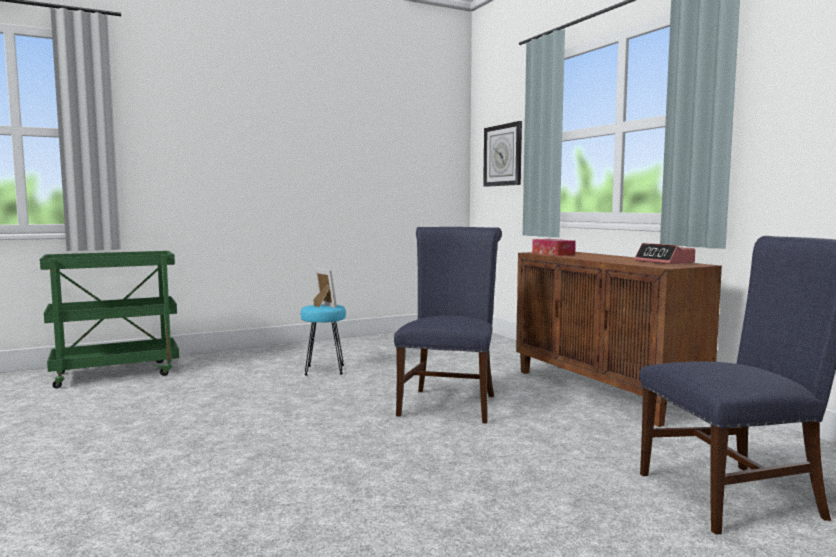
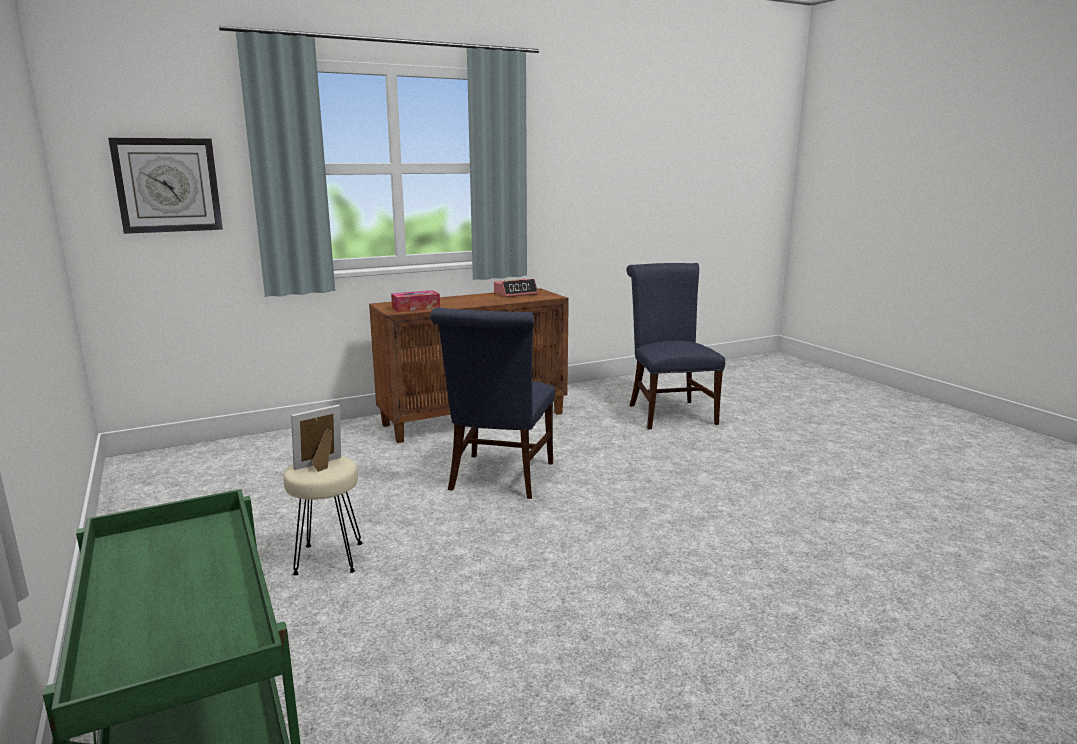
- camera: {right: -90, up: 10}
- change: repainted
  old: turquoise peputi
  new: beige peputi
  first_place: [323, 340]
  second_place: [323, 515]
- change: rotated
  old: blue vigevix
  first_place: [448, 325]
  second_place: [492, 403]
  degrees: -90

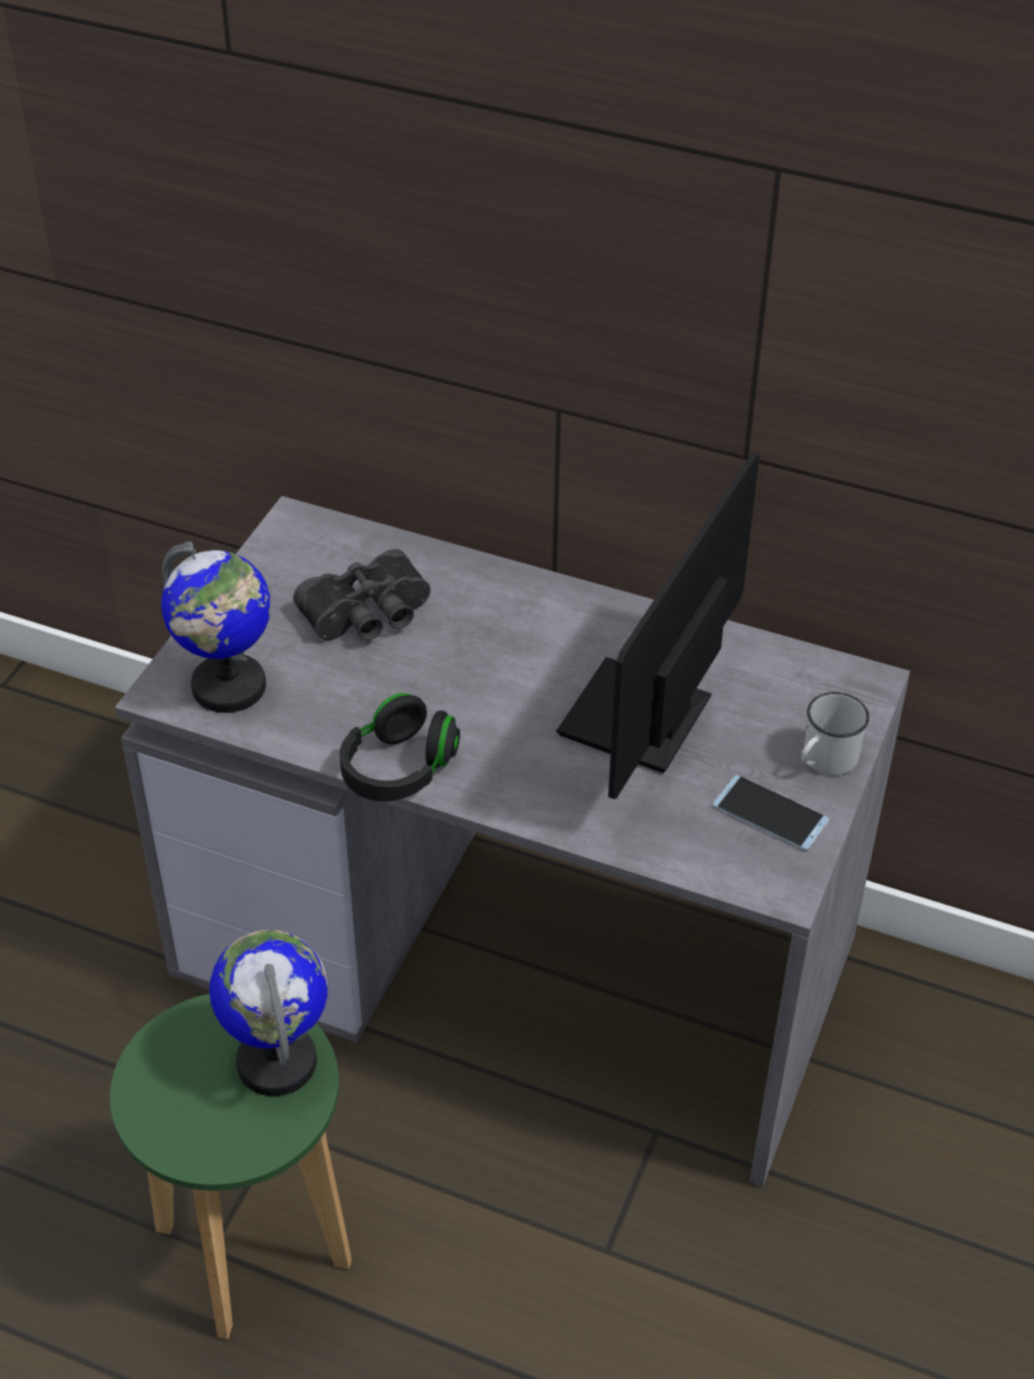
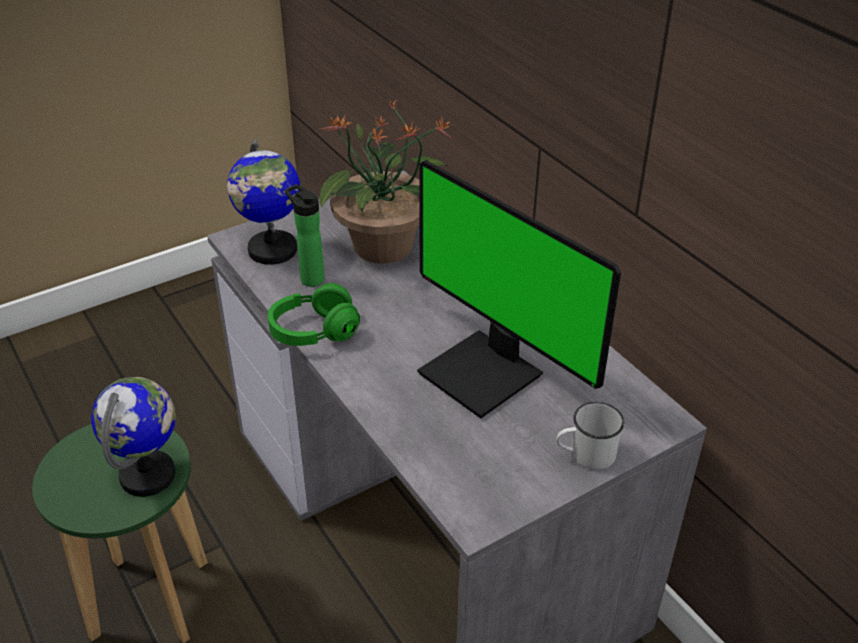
- camera: {right: 35, up: -5}
- change: swapped
  old: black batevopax
  new: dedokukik
  first_place: [362, 595]
  second_place: [386, 181]
- change: repainted
  old: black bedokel
  new: green bedokel
  first_place: [400, 747]
  second_place: [314, 314]
- change: rotated
  old: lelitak
  first_place: [658, 626]
  second_place: [519, 289]
  degrees: -105
- change: gone
  old: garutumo
  first_place: [770, 812]
- change: new
  new: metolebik
  second_place: [304, 235]

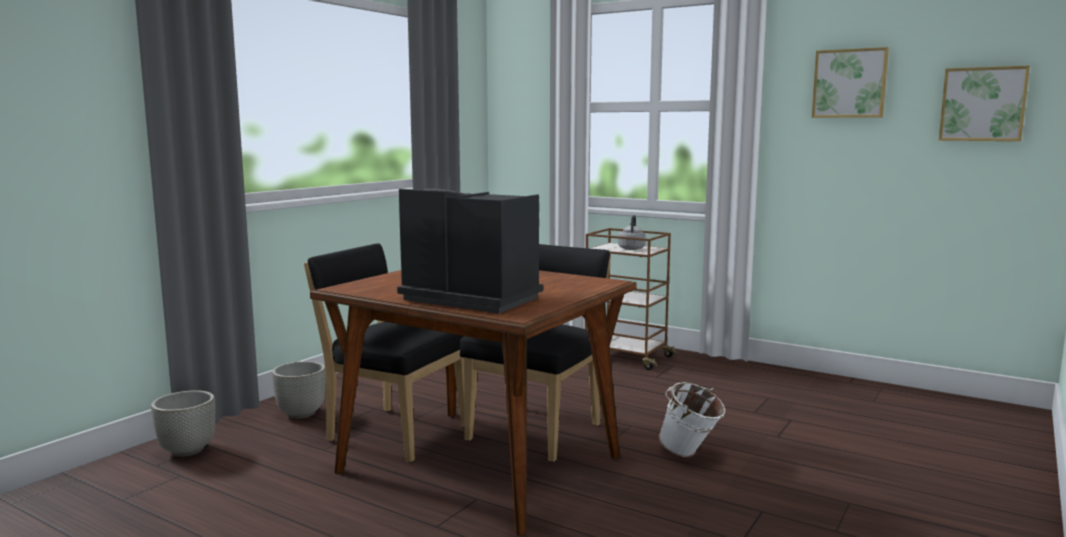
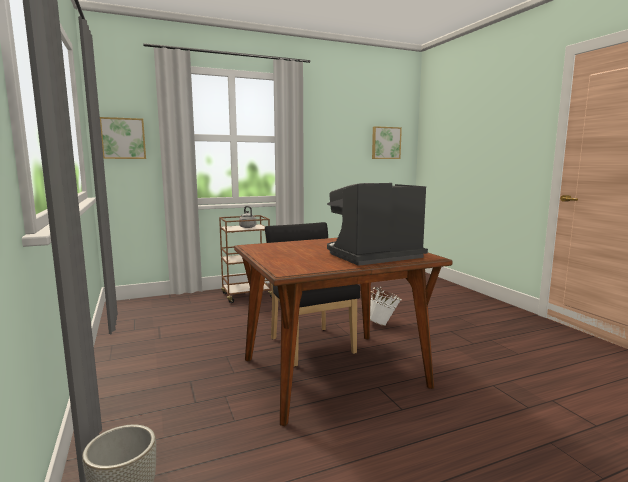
- camera: {right: -55, up: 0}
- change: gone
  old: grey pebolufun
  first_place: [299, 390]
- change: gone
  old: black vigevix
  first_place: [384, 353]
- change: shifted
  old: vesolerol
  first_place: [850, 82]
  second_place: [123, 138]

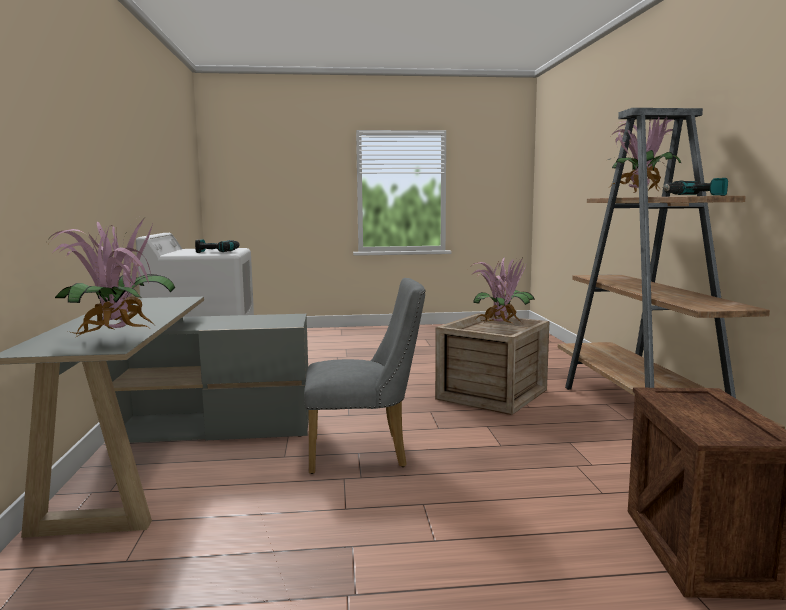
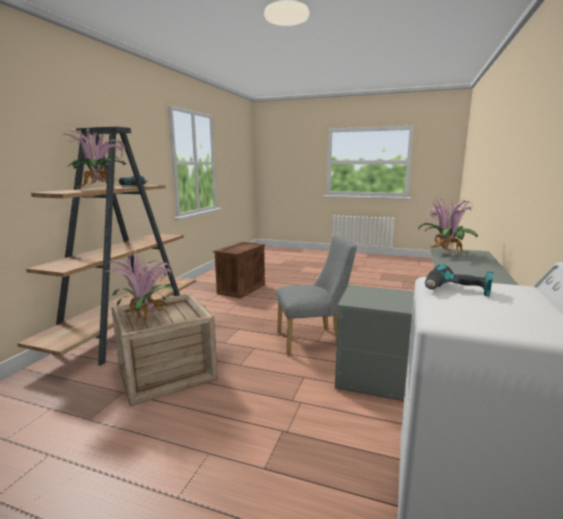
- camera: {right: -155, up: 5}
- change: rotated
  old: grey vigevix
  first_place: [364, 376]
  second_place: [316, 295]
  degrees: 150

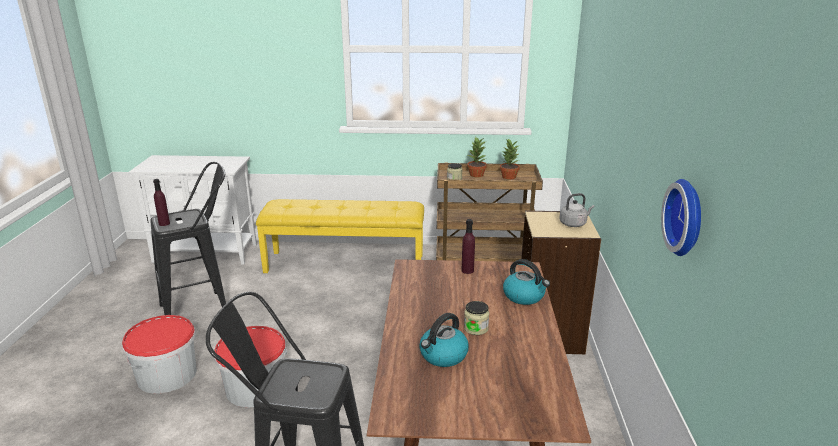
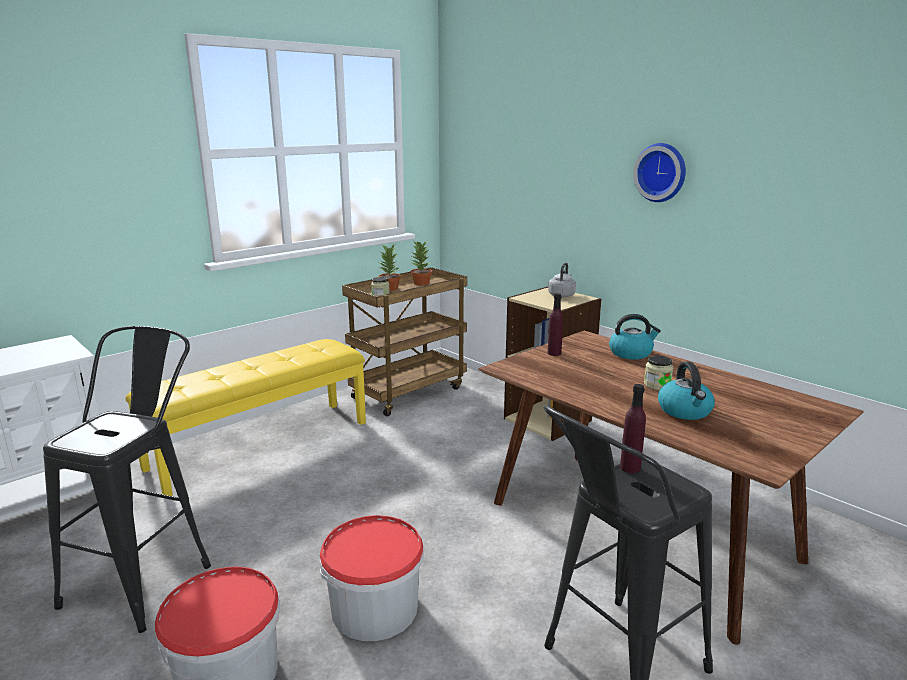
- camera: {right: -45, up: -5}
- change: shifted
  old: purple metolebik
  first_place: [161, 202]
  second_place: [633, 428]
- change: shifted
  old: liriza
  first_place: [681, 217]
  second_place: [659, 172]

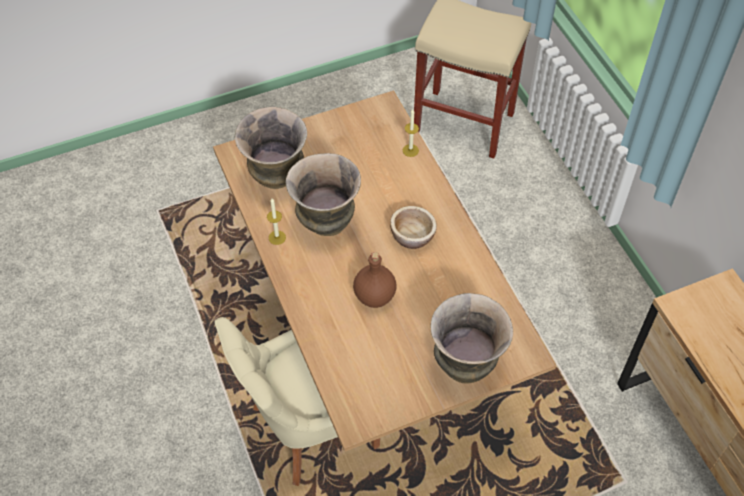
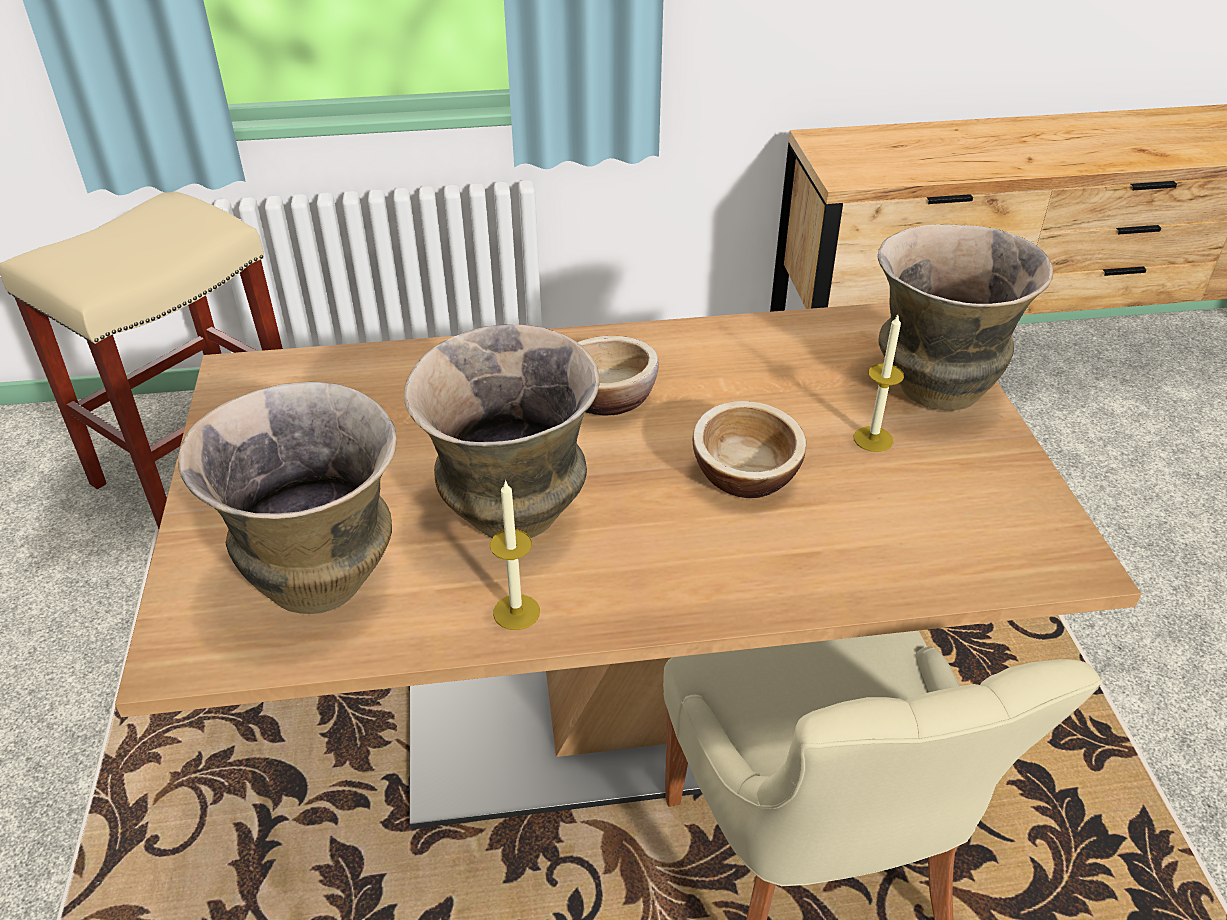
- camera: {right: -75, up: -15}
- change: swapped
  old: brown metolebik
  new: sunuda
  first_place: [375, 280]
  second_place: [750, 449]
- change: shifted
  old: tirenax
  first_place: [411, 133]
  second_place: [878, 383]

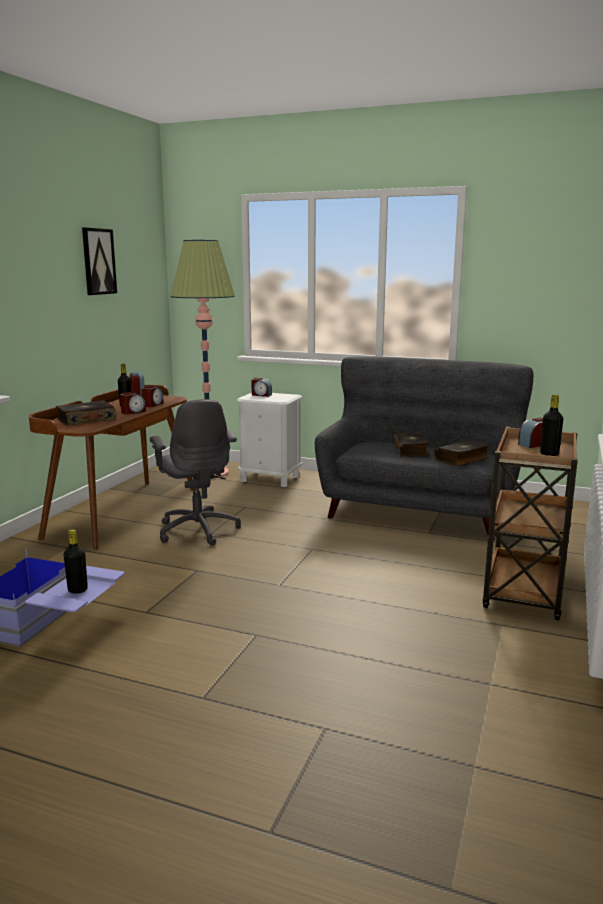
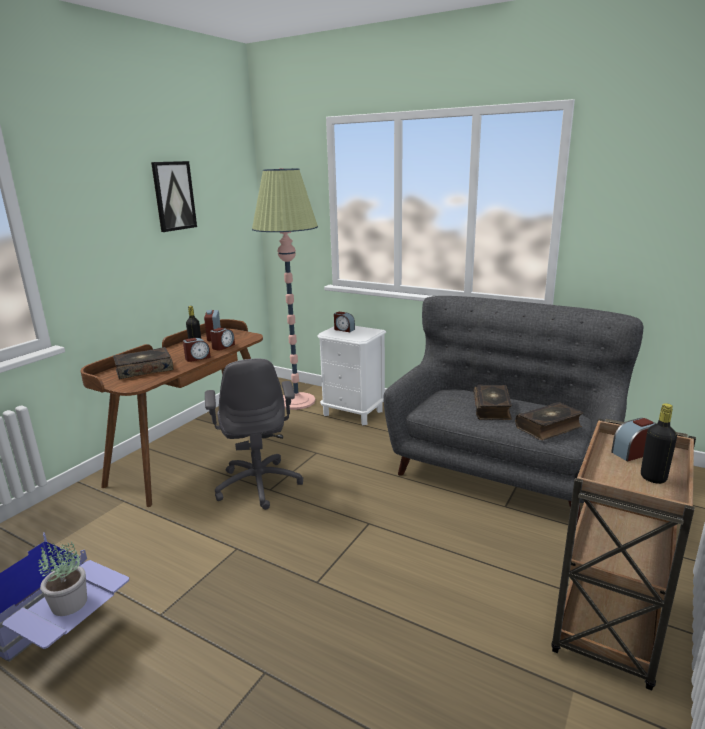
- camera: {right: 10, up: 5}
- change: swapped
  old: black metolebik
  new: dedokukik
  first_place: [76, 562]
  second_place: [62, 578]

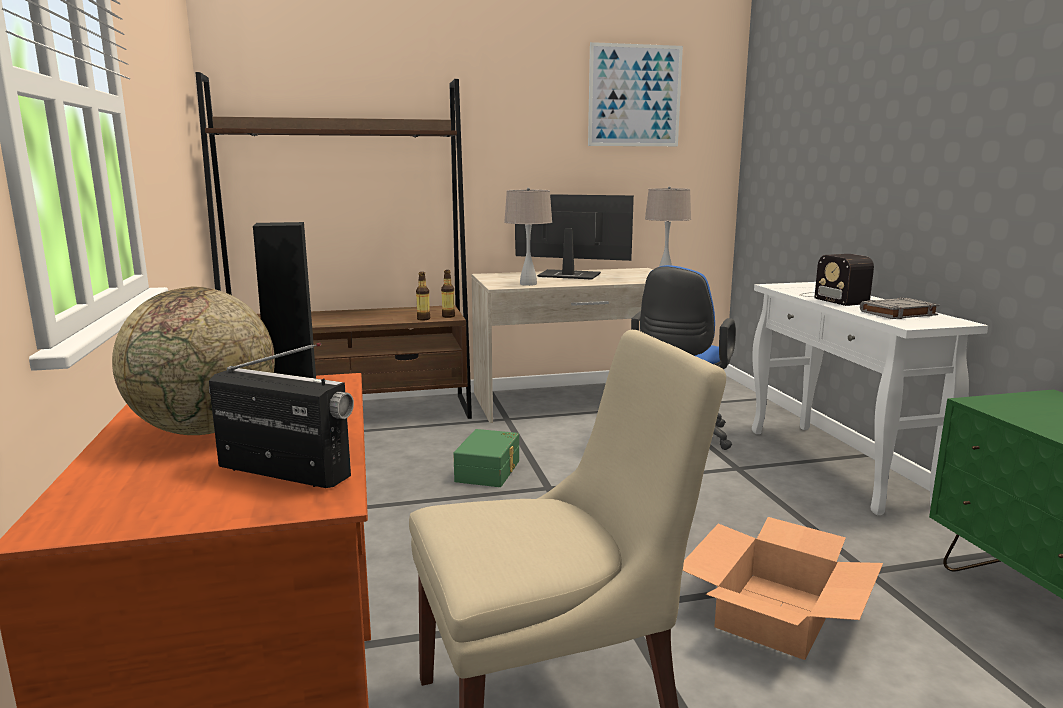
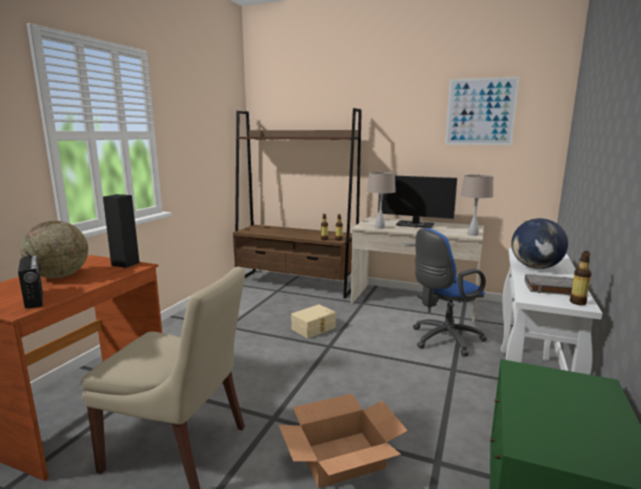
- camera: {right: 35, up: 0}
- change: repainted
  old: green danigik
  new: beige danigik
  first_place: [486, 458]
  second_place: [313, 321]
- change: rotated
  old: lelitak
  first_place: [574, 237]
  second_place: [417, 202]
  degrees: 150
- change: swapped
  old: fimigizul
  new: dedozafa
  first_place: [837, 280]
  second_place: [539, 243]
- change: new
  new: metolebik
  second_place: [580, 278]

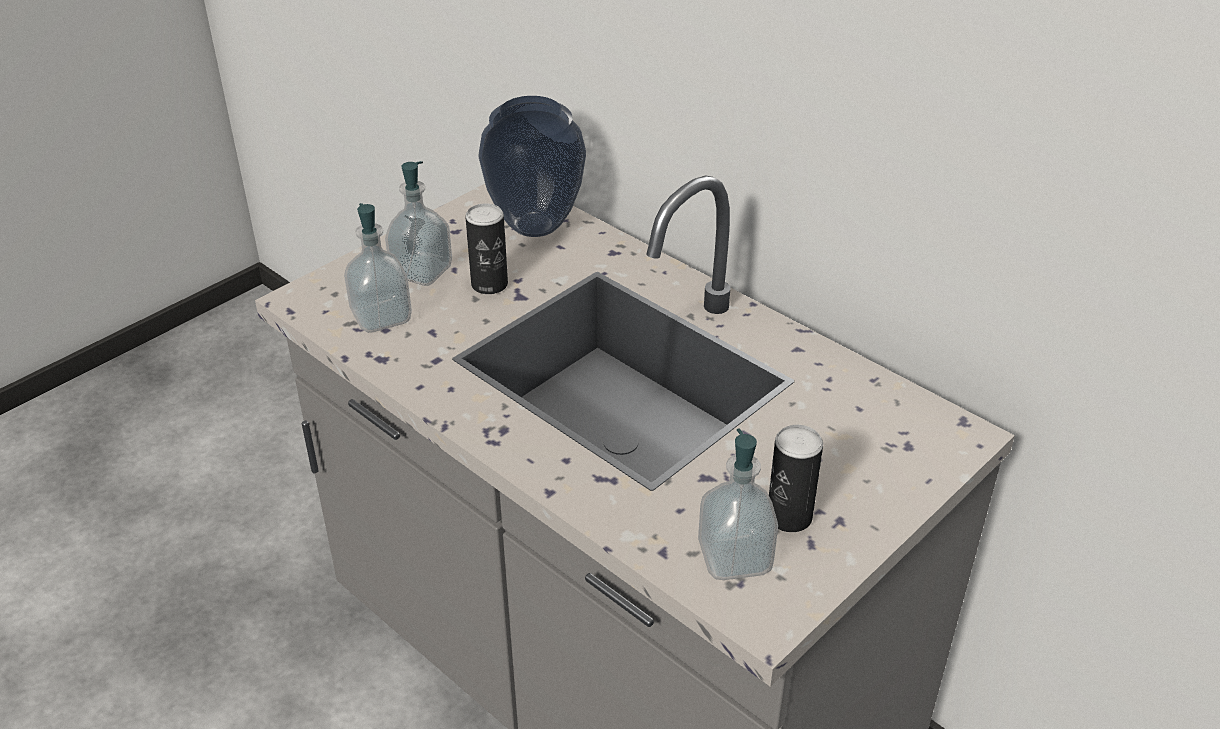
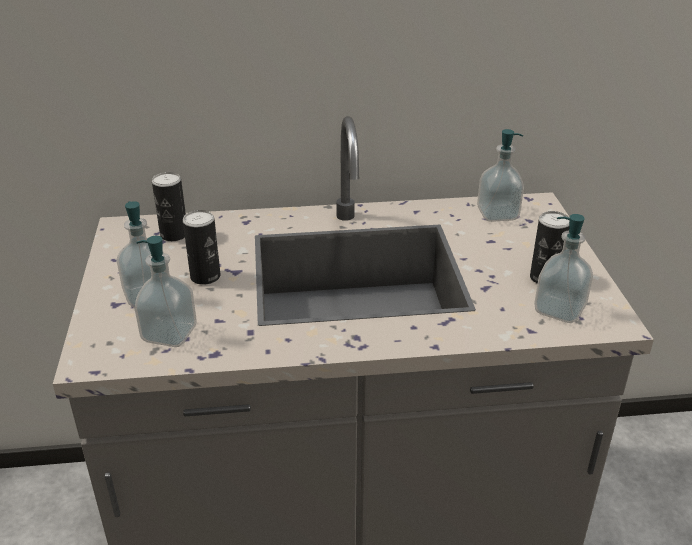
- camera: {right: -50, up: -5}
- change: swapped
  old: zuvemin
  new: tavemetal
  first_place: [532, 166]
  second_place: [169, 206]
- change: new
  new: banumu
  second_place: [500, 175]

